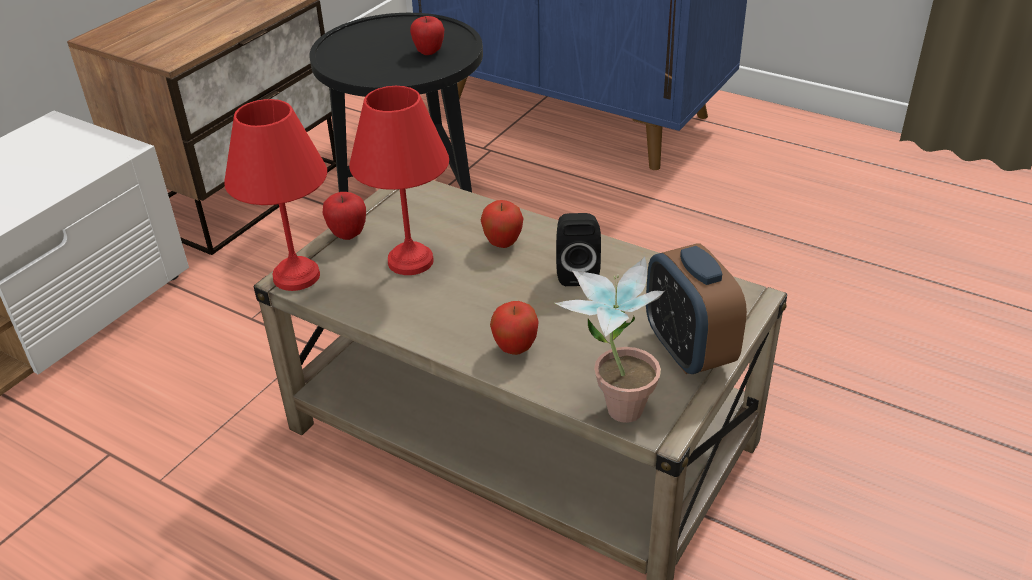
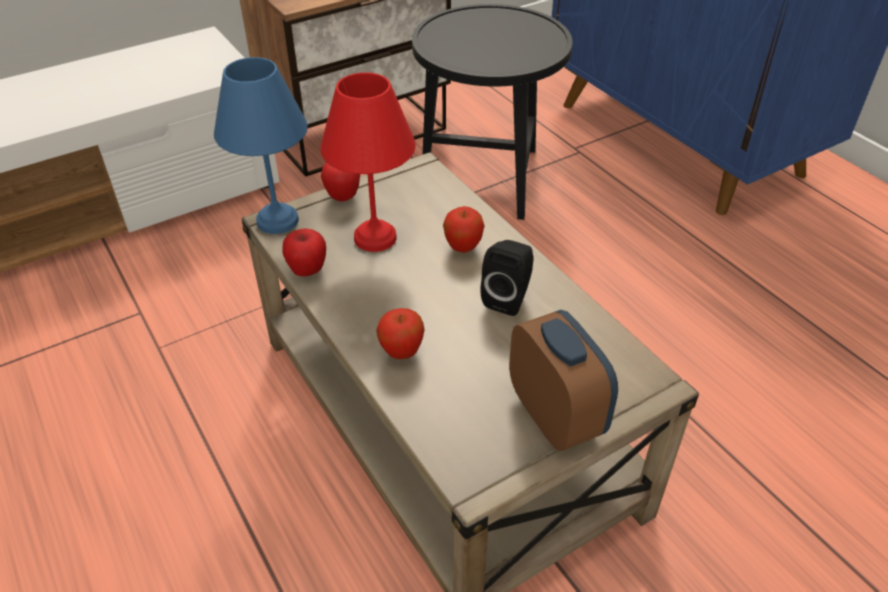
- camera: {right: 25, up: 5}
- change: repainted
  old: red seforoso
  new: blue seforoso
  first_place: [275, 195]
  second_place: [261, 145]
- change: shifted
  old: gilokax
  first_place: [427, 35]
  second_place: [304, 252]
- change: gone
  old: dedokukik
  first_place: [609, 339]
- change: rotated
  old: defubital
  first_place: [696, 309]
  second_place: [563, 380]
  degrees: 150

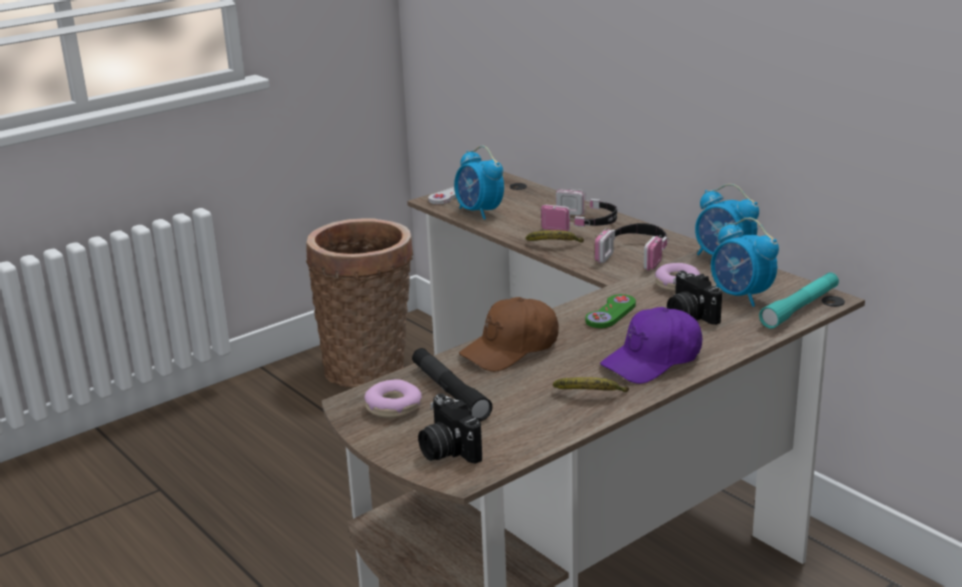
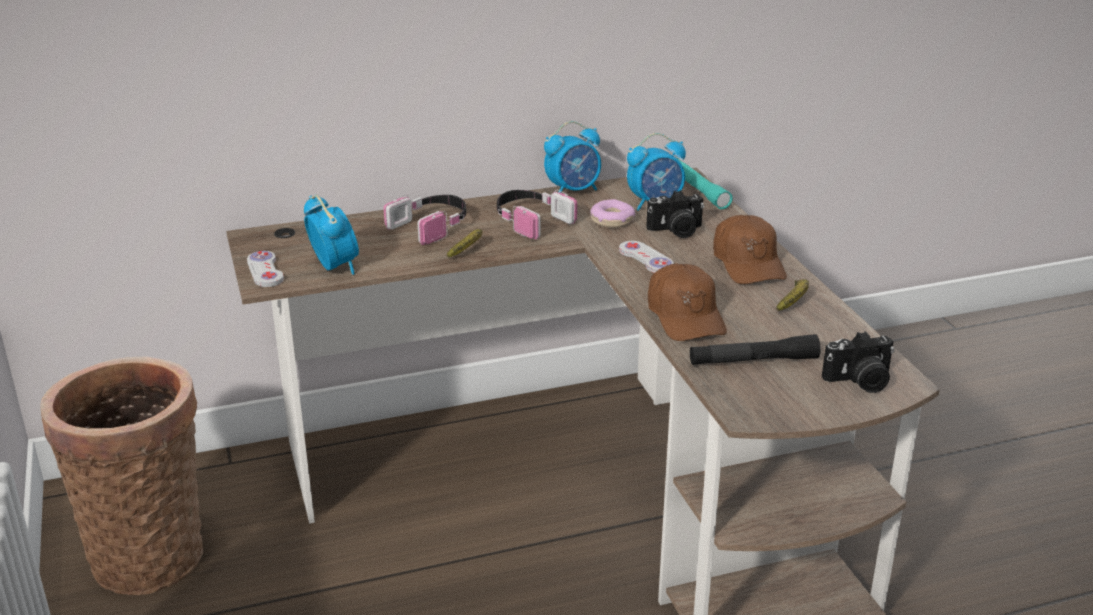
- camera: {right: -70, up: 5}
- change: gone
  old: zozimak
  first_place: [393, 399]
- change: rotated
  old: defubital
  first_place: [479, 183]
  second_place: [331, 235]
  degrees: -105
- change: repainted
  old: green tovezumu
  new: white tovezumu
  first_place: [610, 311]
  second_place: [646, 257]
- change: repainted
  old: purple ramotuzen
  new: brown ramotuzen
  first_place: [651, 345]
  second_place: [750, 249]

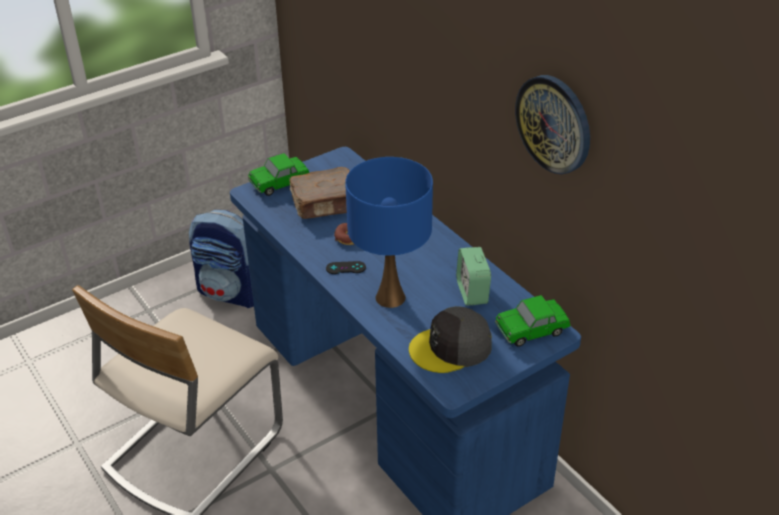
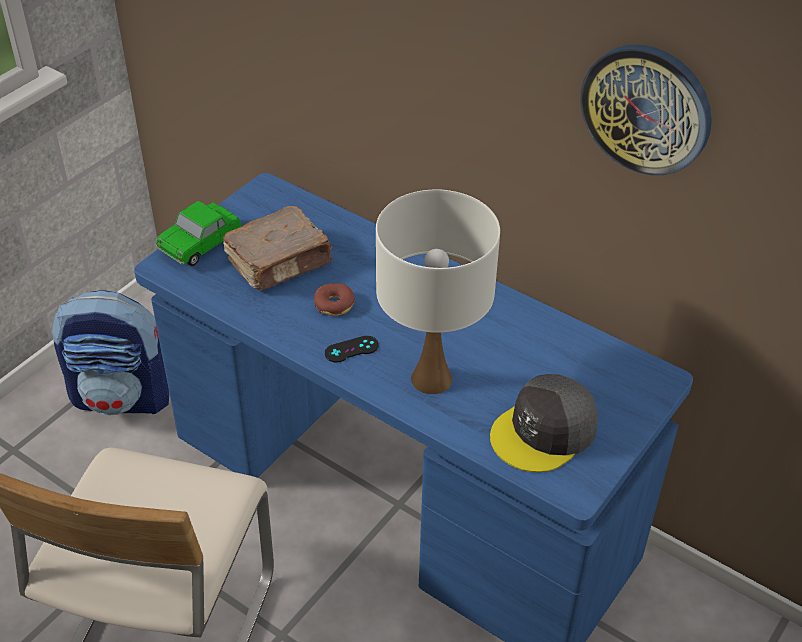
- camera: {right: -20, up: 5}
- change: repainted
  old: blue seforoso
  new: white seforoso
  first_place: [389, 232]
  second_place: [438, 291]
- change: gone
  old: defubital
  first_place: [473, 276]
- change: gone
  old: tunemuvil
  first_place: [533, 321]

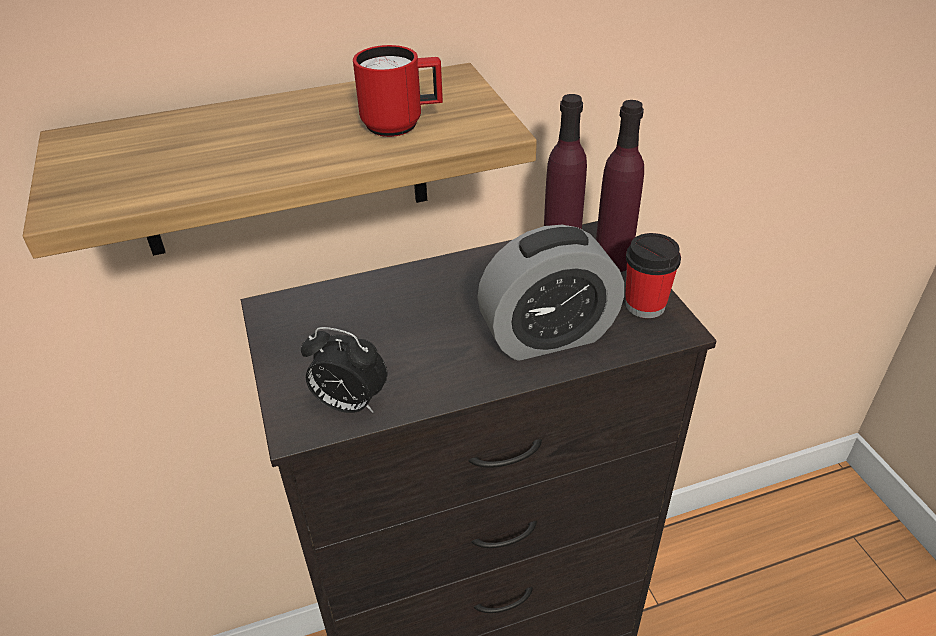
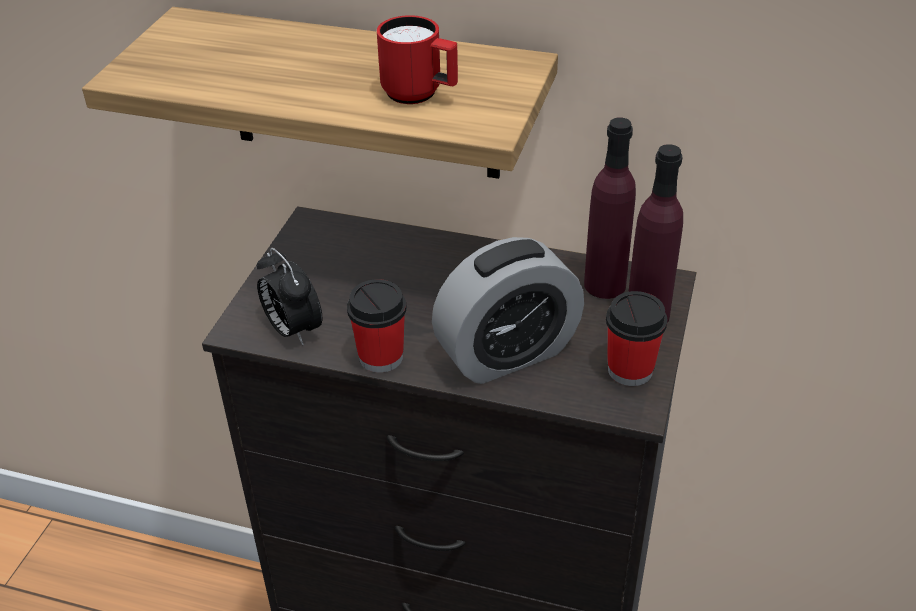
- camera: {right: 35, up: 0}
- change: rotated
  old: defubital
  first_place: [550, 293]
  second_place: [508, 310]
  degrees: -45
- change: new
  new: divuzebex
  second_place: [377, 326]

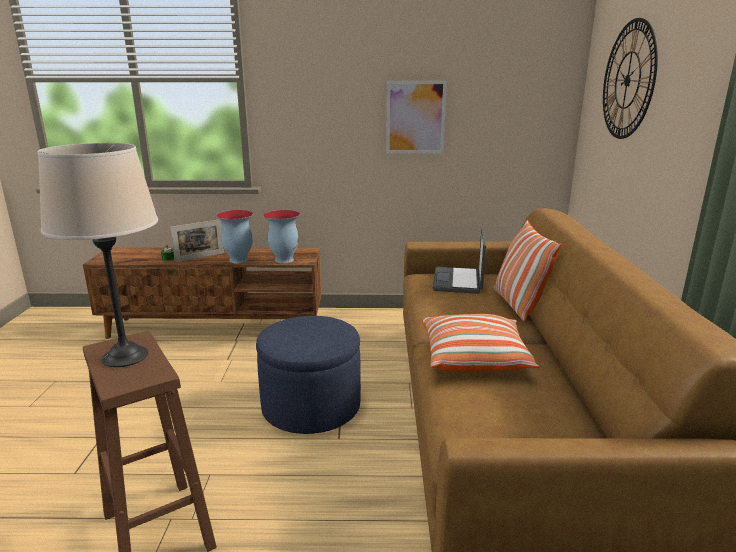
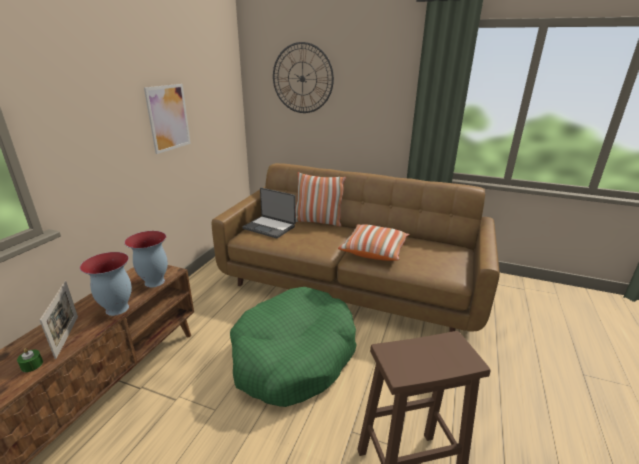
- camera: {right: -70, up: 5}
- change: gone
  old: beige seforoso
  first_place: [98, 255]
- change: swapped
  old: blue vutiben
  new: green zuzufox
  first_place: [308, 375]
  second_place: [293, 347]

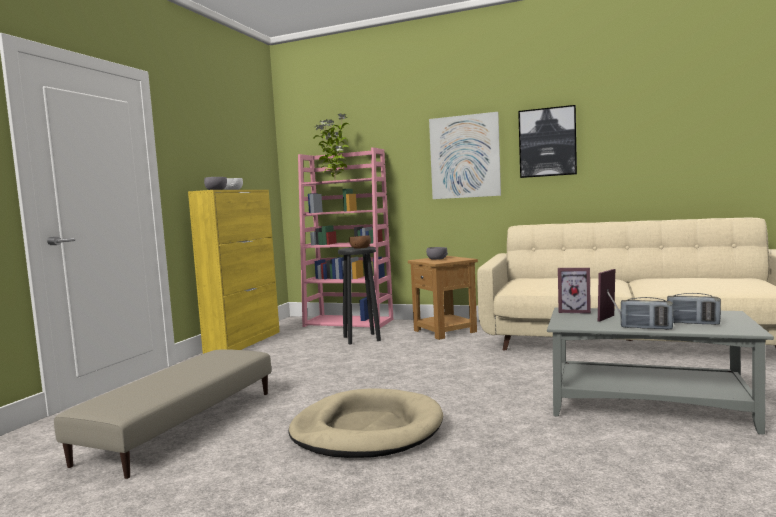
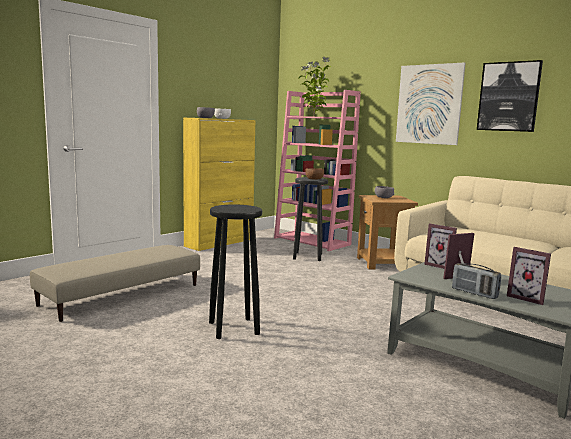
- camera: {right: 20, up: 5}
- change: swapped
  old: beige zuzufox
  new: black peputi
  first_place: [366, 423]
  second_place: [235, 271]
- change: swapped
  old: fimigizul
  new: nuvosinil
  first_place: [694, 309]
  second_place: [529, 276]

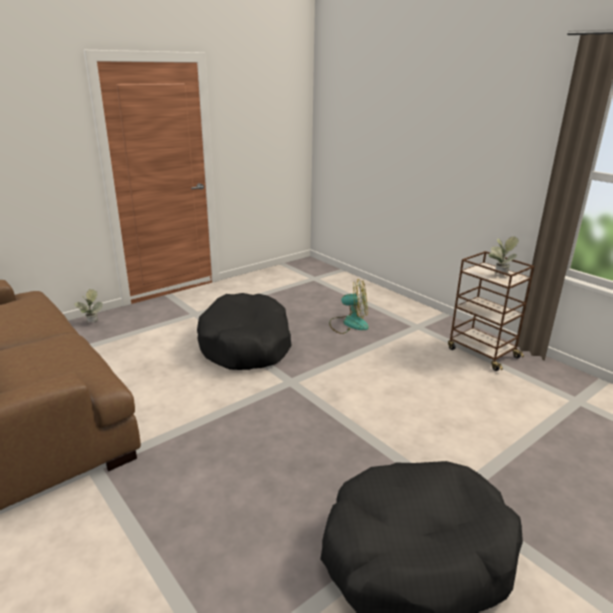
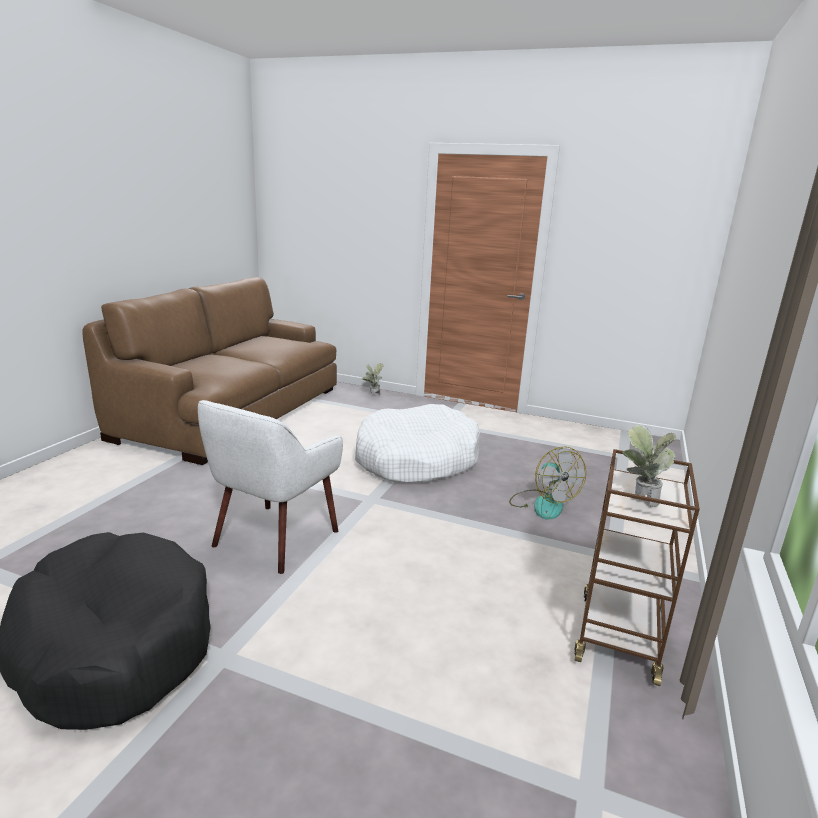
- camera: {right: 60, up: -5}
- change: repainted
  old: black zuzufox
  new: white zuzufox
  first_place: [244, 331]
  second_place: [417, 443]
- change: new
  new: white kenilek
  second_place: [270, 487]

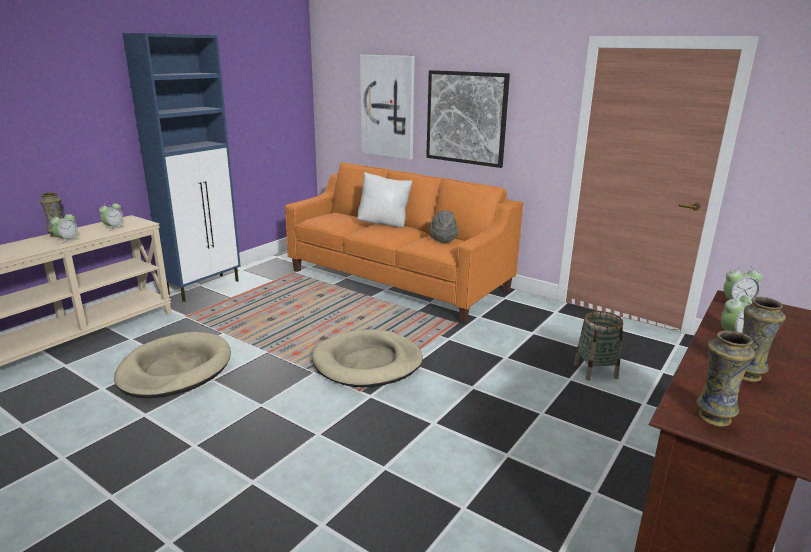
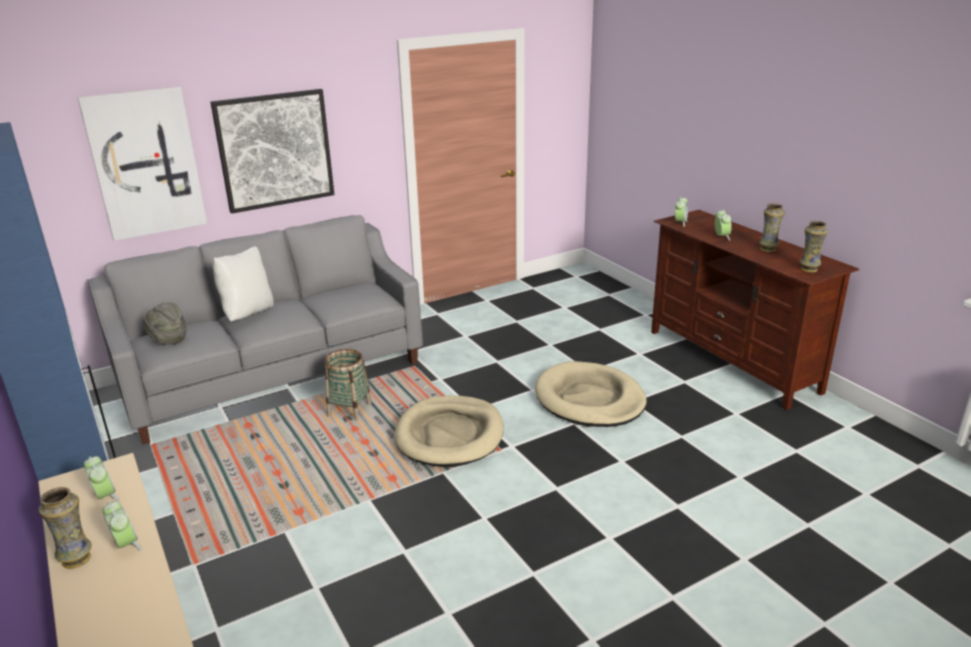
- camera: {right: -65, up: 5}
- change: shifted
  old: beige zuzufox
  first_place: [172, 365]
  second_place: [590, 394]
- change: repainted
  old: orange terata
  new: grey terata
  first_place: [404, 242]
  second_place: [255, 330]
- change: shifted
  old: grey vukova
  first_place: [444, 226]
  second_place: [165, 323]
- change: shifted
  old: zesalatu
  first_place: [598, 346]
  second_place: [348, 385]

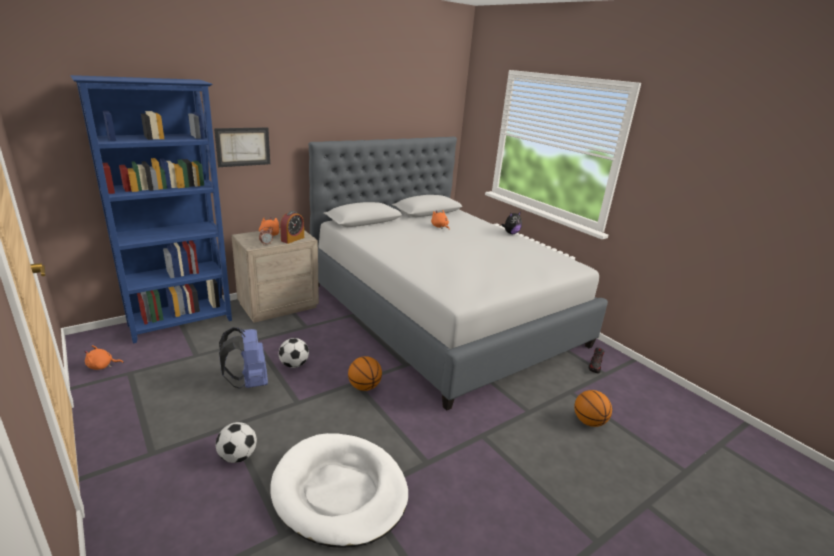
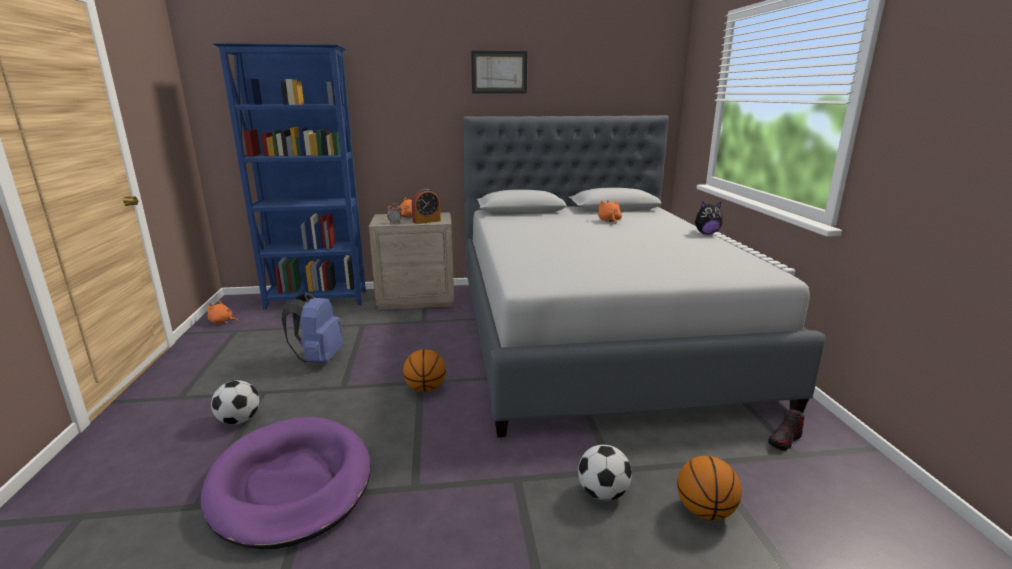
- camera: {right: 30, up: -5}
- change: shifted
  old: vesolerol
  first_place: [242, 147]
  second_place: [499, 72]
- change: repainted
  old: white zuzufox
  new: purple zuzufox
  first_place: [339, 490]
  second_place: [286, 483]
- change: shifted
  old: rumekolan
  first_place: [294, 353]
  second_place: [605, 473]

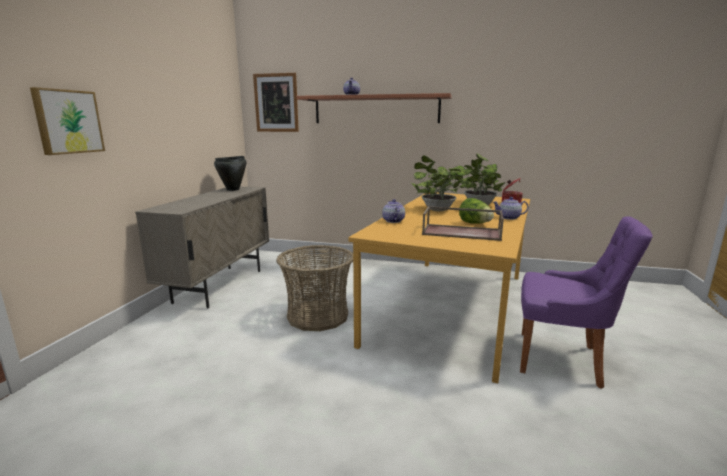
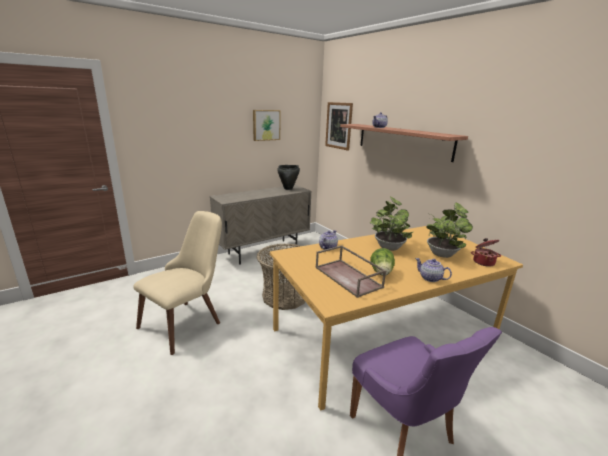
- camera: {right: 40, up: 5}
- change: shifted
  old: vesolerol
  first_place: [67, 121]
  second_place: [267, 125]
- change: new
  new: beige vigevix
  second_place: [177, 283]

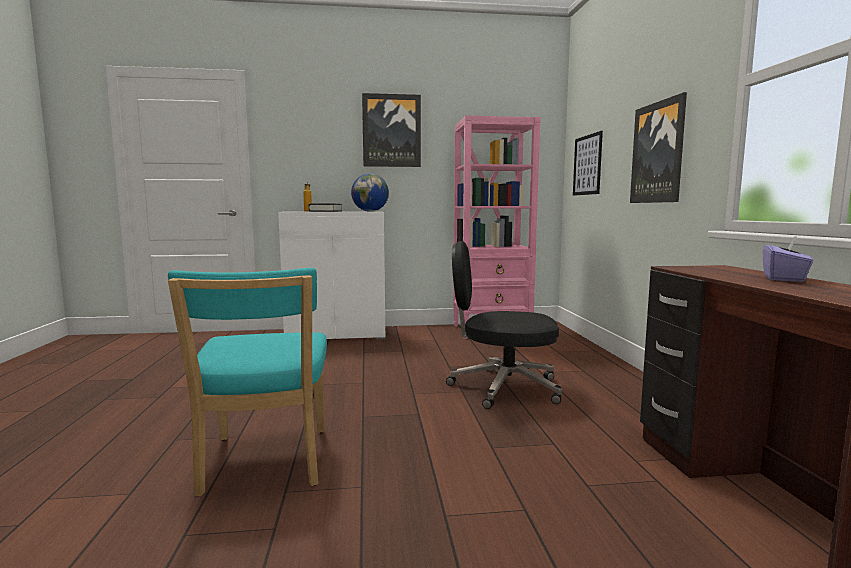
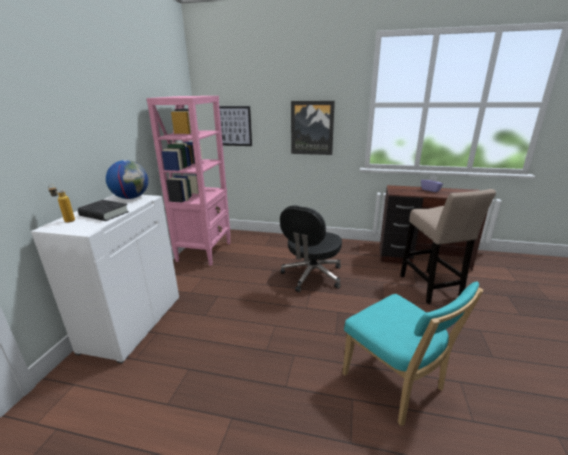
- camera: {right: -70, up: 15}
- change: rotated
  old: turquoise vigevix
  first_place: [247, 382]
  second_place: [412, 354]
  degrees: 45
- change: gone
  old: vesolerol
  first_place: [391, 130]
- change: new
  new: beige peputi
  second_place: [448, 246]

